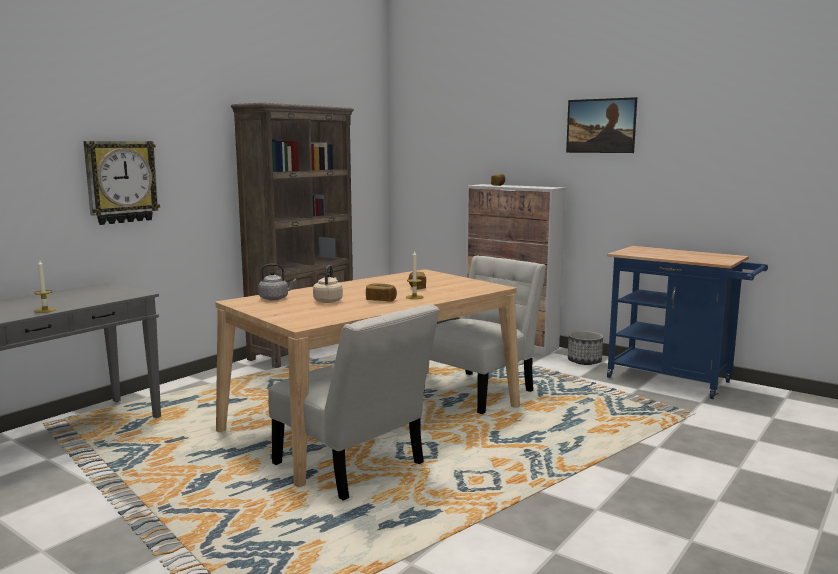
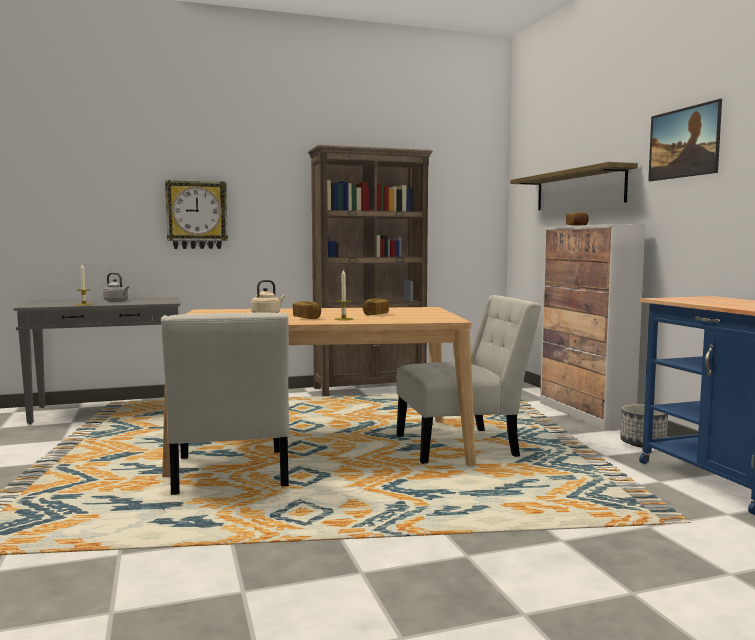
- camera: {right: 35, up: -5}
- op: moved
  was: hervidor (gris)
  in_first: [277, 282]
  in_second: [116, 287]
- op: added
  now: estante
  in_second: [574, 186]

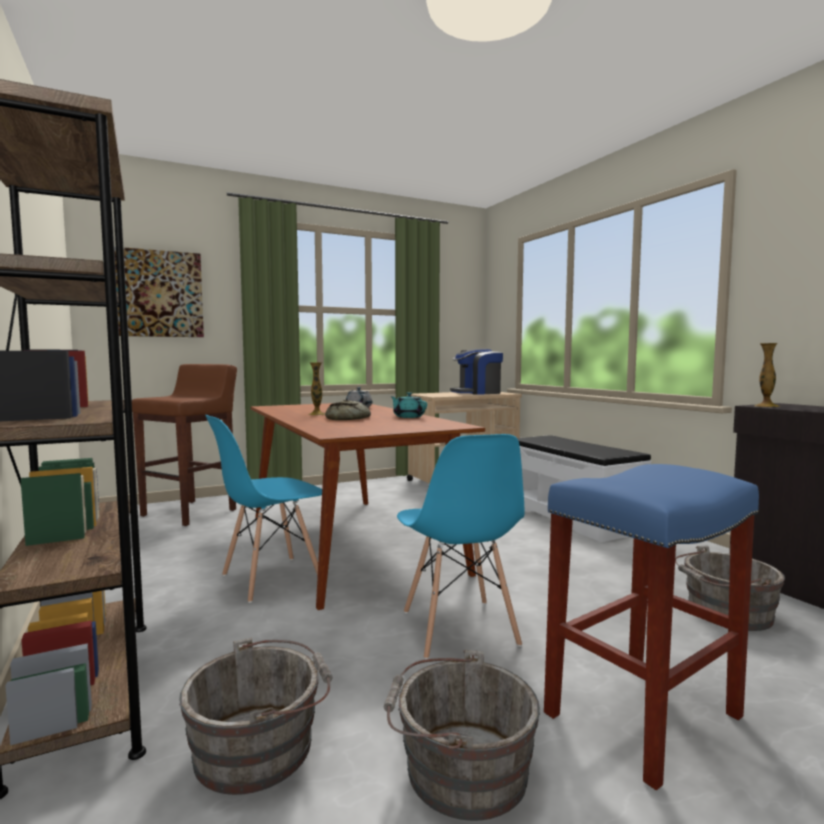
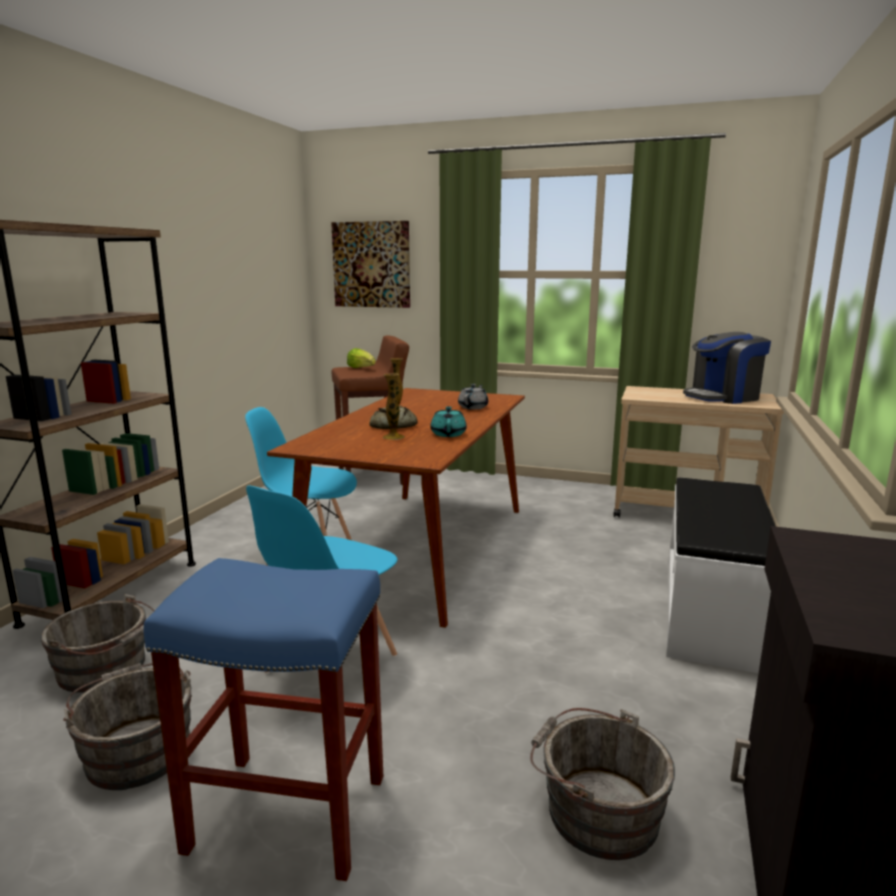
- camera: {right: 45, up: 10}
- op: moved
  was: florero
  in_first: [767, 375]
  in_second: [394, 406]
- op: turned
  was: cafetera
  in_first: [476, 371]
  in_second: [727, 368]
  clockwise: -45
- op: added
  now: lechuga
  in_second: [361, 358]

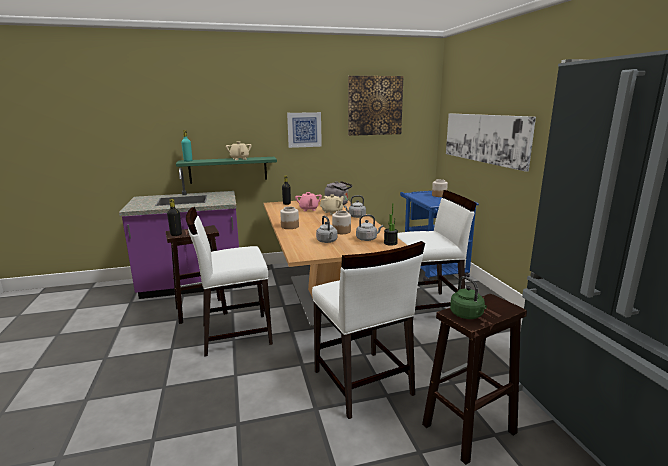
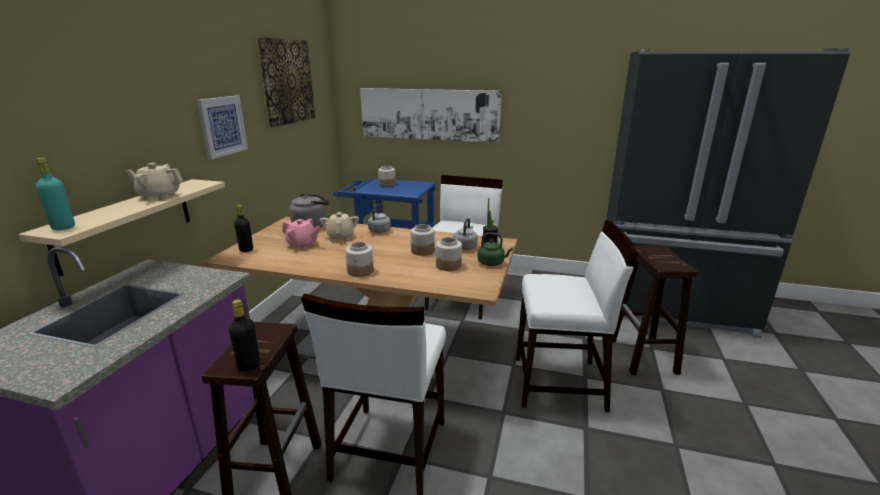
- camera: {right: -60, up: 5}
- op: recoloured
  was: estante (verde)
  now: estante (beis)
  in_first: [226, 170]
  in_second: [121, 228]
- op: replaced
  was: hervidor (gris)
  now: tarro
  in_first: [326, 229]
  in_second: [449, 254]
- op: moved
  was: hervidor (verde)
  in_first: [468, 297]
  in_second: [495, 249]

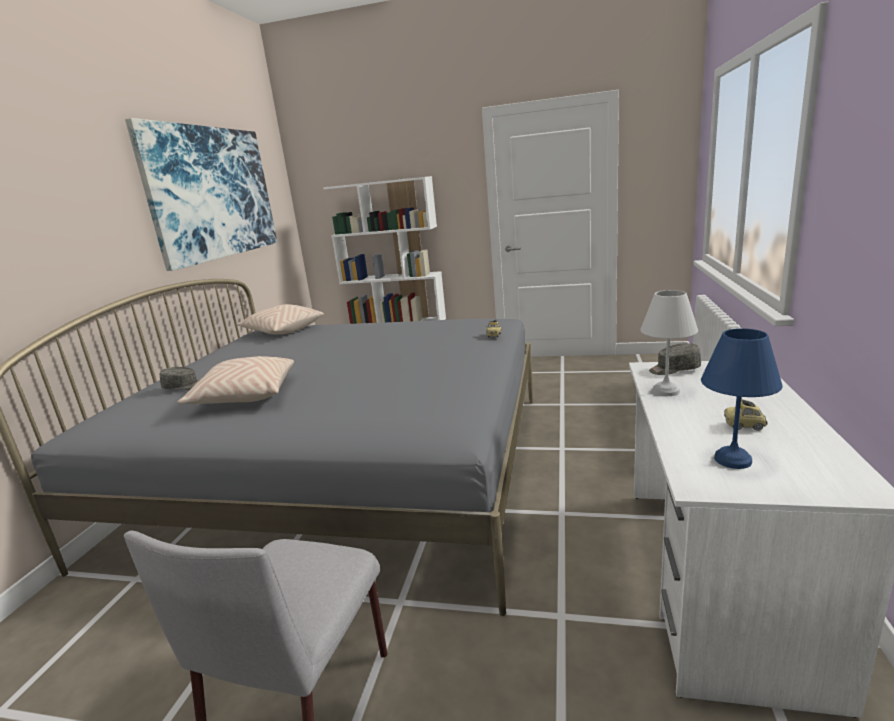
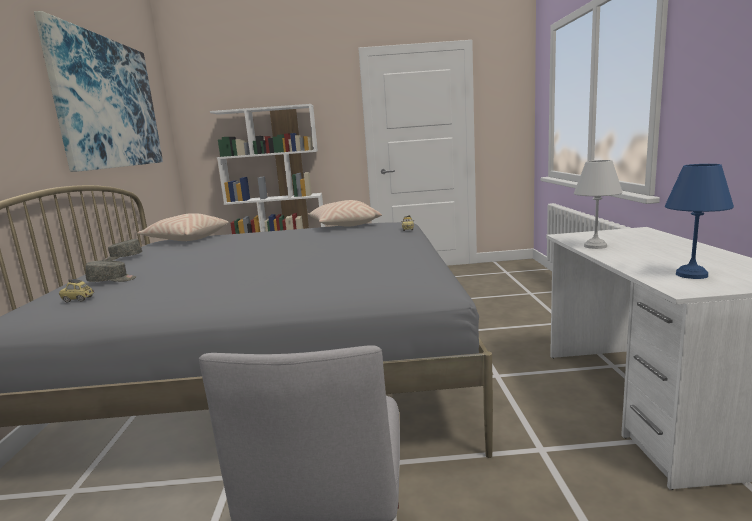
- camera: {right: -15, up: -5}
- op: moved
  was: gorra (gris)
  in_first: [675, 359]
  in_second: [122, 250]
- op: moved
  was: cojín (beis)
  in_first: [236, 380]
  in_second: [345, 213]
- op: moved
  was: coche de juguete
  in_first: [746, 415]
  in_second: [76, 290]

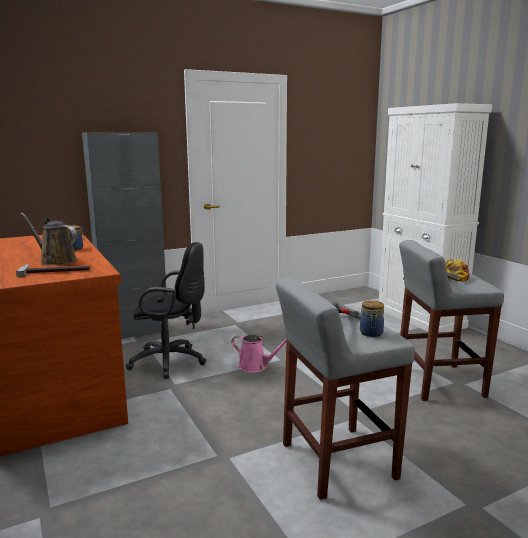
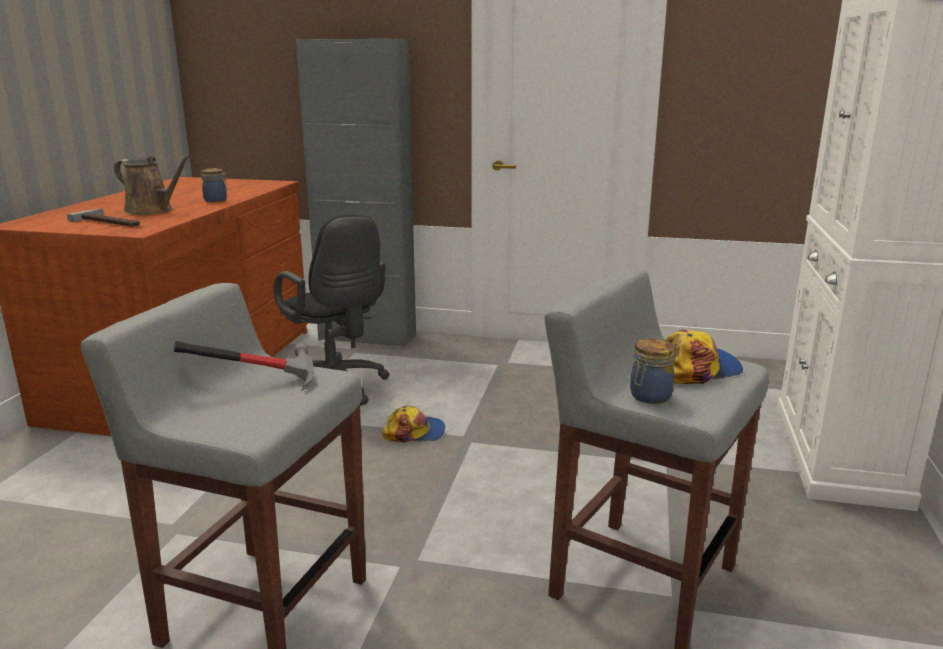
- camera: {right: 40, up: 5}
- op: turned
  was: regadera (marrón)
  in_first: [49, 239]
  in_second: [153, 184]
  clockwise: 135
- op: moved
  was: tarro
  in_first: [372, 319]
  in_second: [652, 371]
- op: replaced
  was: regadera (rosa)
  now: gorra
  in_first: [259, 354]
  in_second: [413, 424]

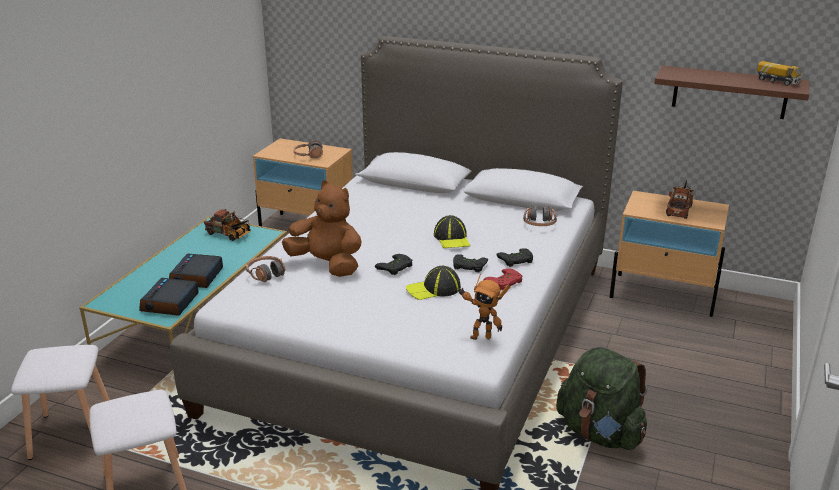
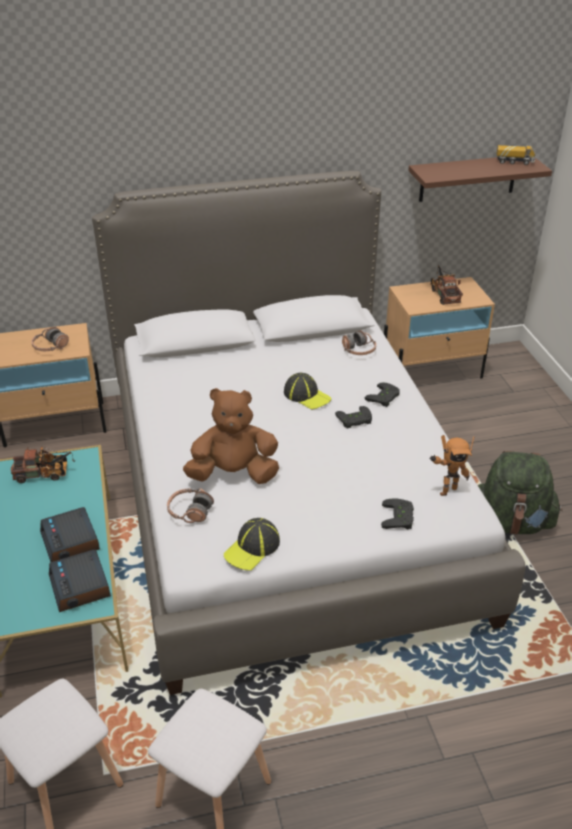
- camera: {right: -35, up: 10}
- op: moved
  was: mando de consola (negro)
  in_first: [393, 264]
  in_second: [397, 513]
- op: moved
  was: gorra
  in_first: [433, 283]
  in_second: [252, 544]
- op: removed
  was: mando de consola (rojo)
  in_first: [502, 279]

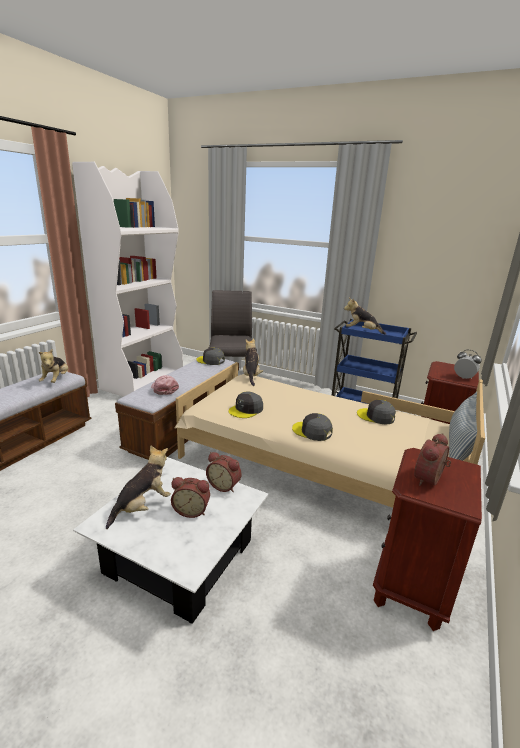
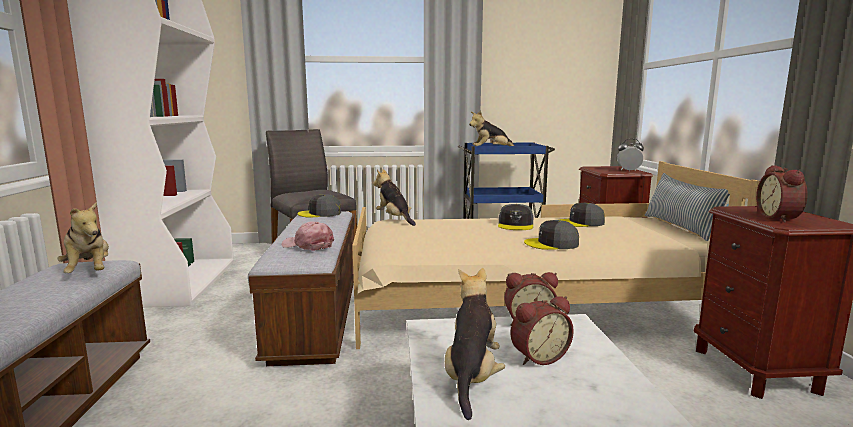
- camera: {right: -30, up: -10}
- op: moved
  was: gorra (gris)
  in_first: [245, 405]
  in_second: [515, 217]

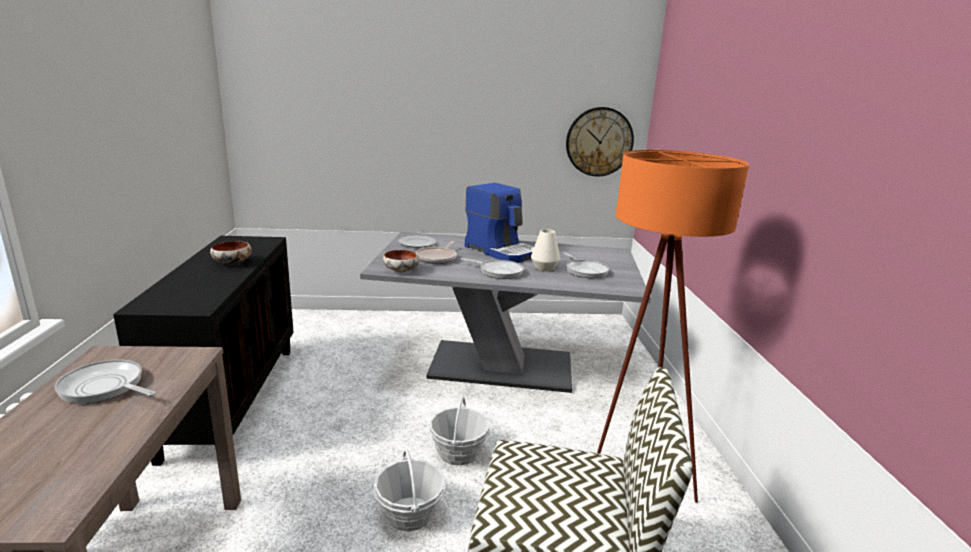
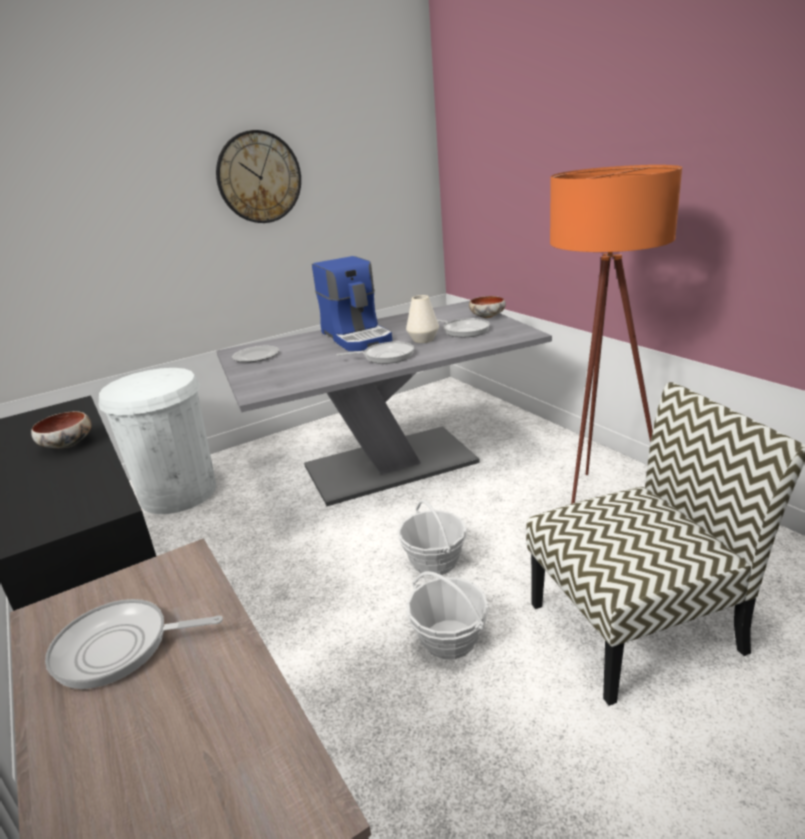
- camera: {right: -25, up: 5}
- op: moved
  was: reloj de pared
  in_first: [600, 142]
  in_second: [258, 176]
- op: turned
  was: cafetera
  in_first: [499, 223]
  in_second: [352, 303]
  clockwise: 45
- op: removed
  was: sartén
  in_first: [436, 252]
- op: moved
  was: cuenco
  in_first: [401, 261]
  in_second: [487, 307]
- op: added
  now: papelera (blanco)
  in_second: [157, 441]

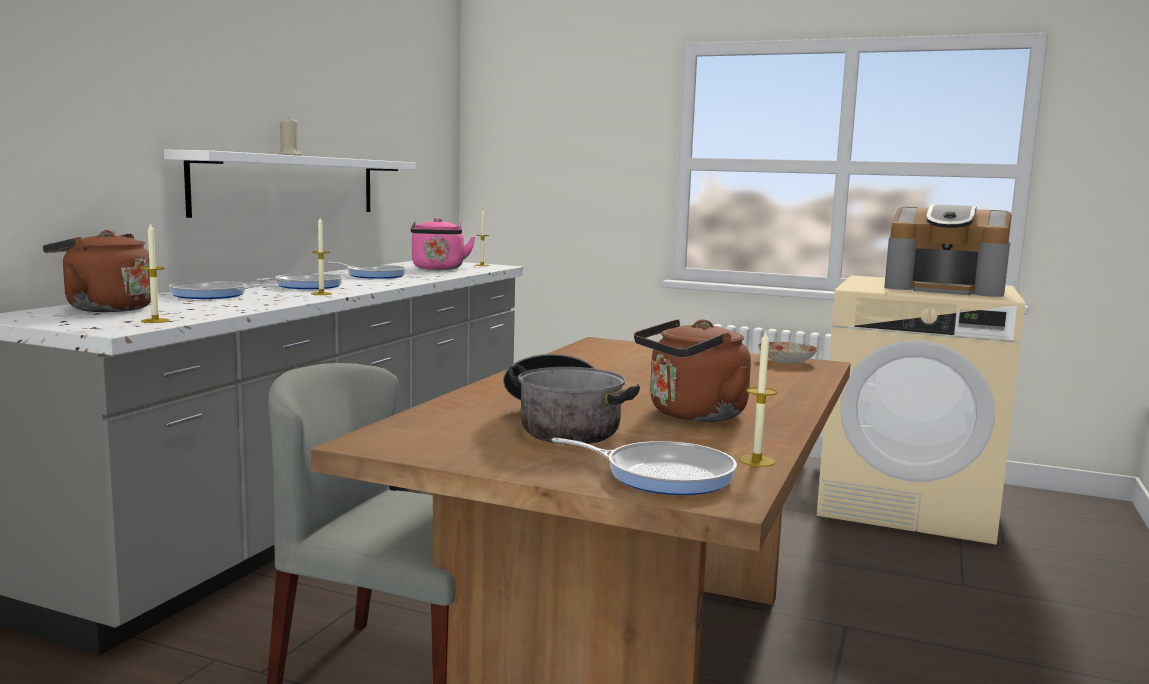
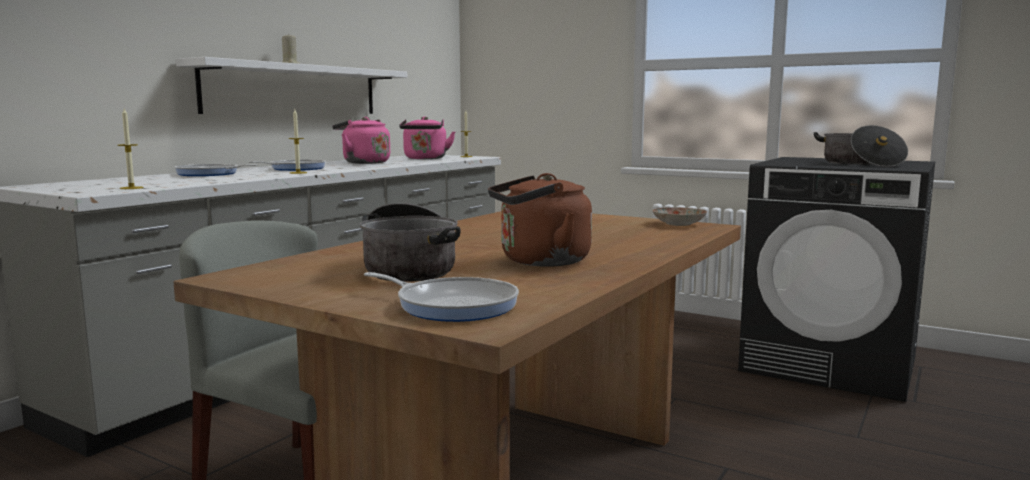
- camera: {right: 10, up: 0}
- op: replaced
  was: cafetera
  now: olla
  in_first: [948, 250]
  in_second: [861, 146]
- op: removed
  was: hervidor (marrón)
  in_first: [97, 271]
- op: replaced
  was: sartén
  now: hervidor (rosa)
  in_first: [367, 270]
  in_second: [361, 140]
- op: recoloured
  was: lavadora (beis)
  now: lavadora (negro)
  in_first: [921, 410]
  in_second: [836, 279]
- op: removed
  was: vela
  in_first: [758, 399]

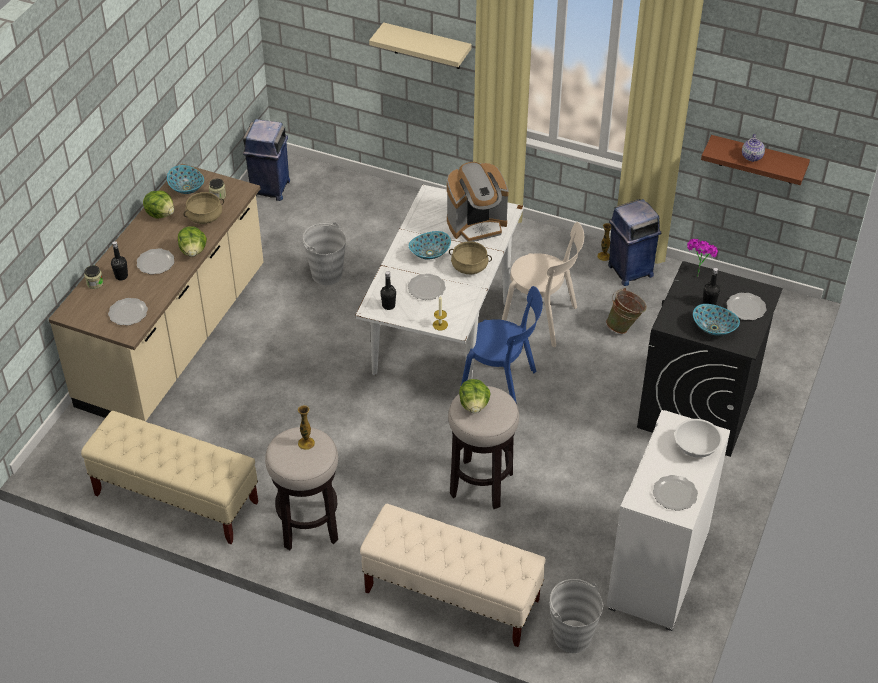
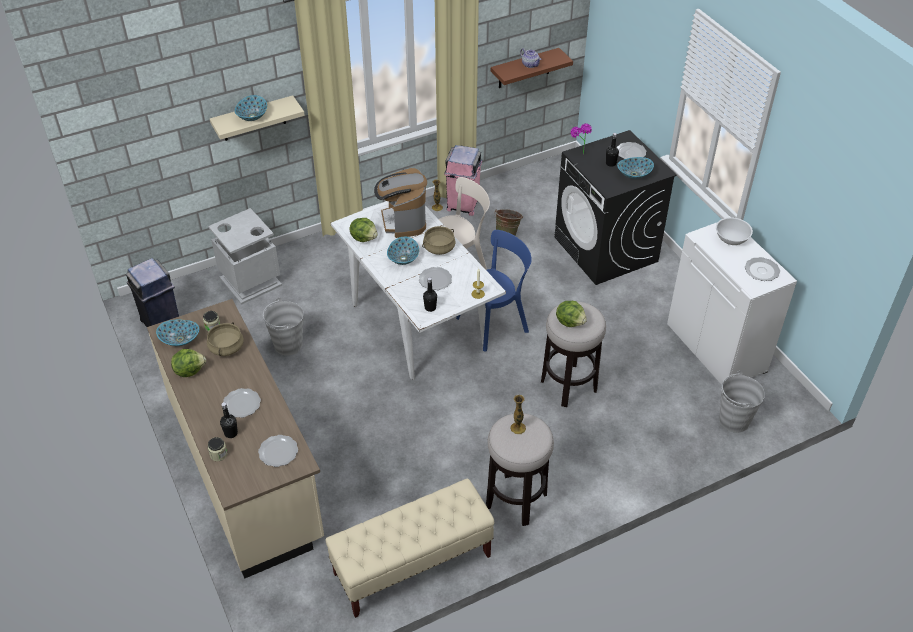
- camera: {right: -50, up: 0}
- op: turned
  was: cafetera
  in_first: [478, 202]
  in_second: [400, 203]
  clockwise: 150
- op: recoloured
  was: papelera (azul)
  now: papelera (rosa)
  in_first: [634, 242]
  in_second: [463, 180]
- op: moved
  was: lechuga
  in_first: [192, 241]
  in_second: [363, 230]
- op: removed
  was: banco (beis)
  in_first: [453, 575]
- op: added
  now: cuenco
  in_second: [251, 108]
- op: added
  now: papelera (gris)
  in_second: [245, 256]

